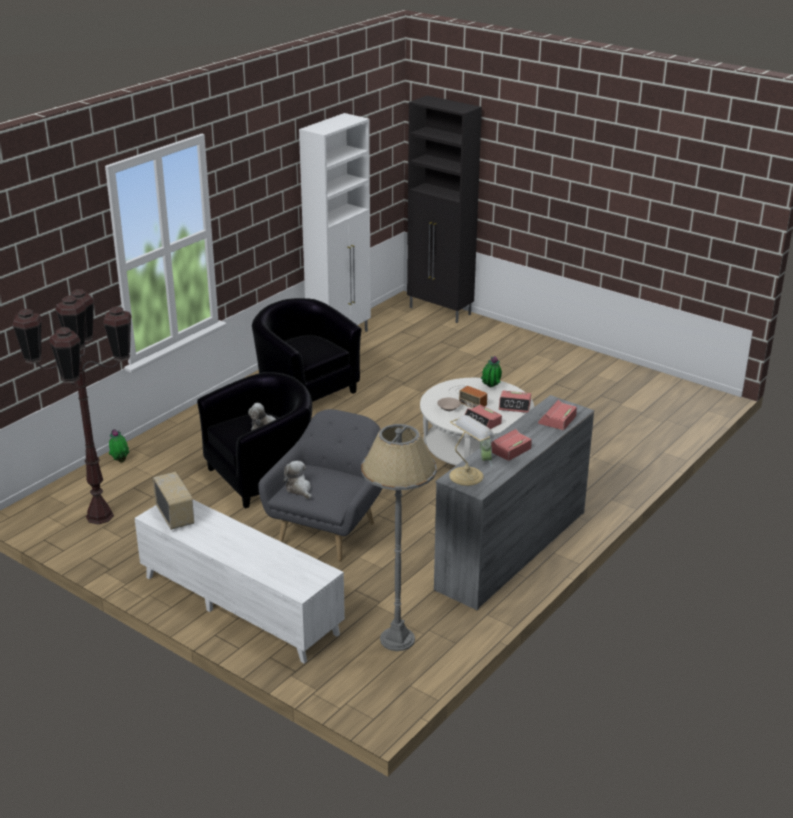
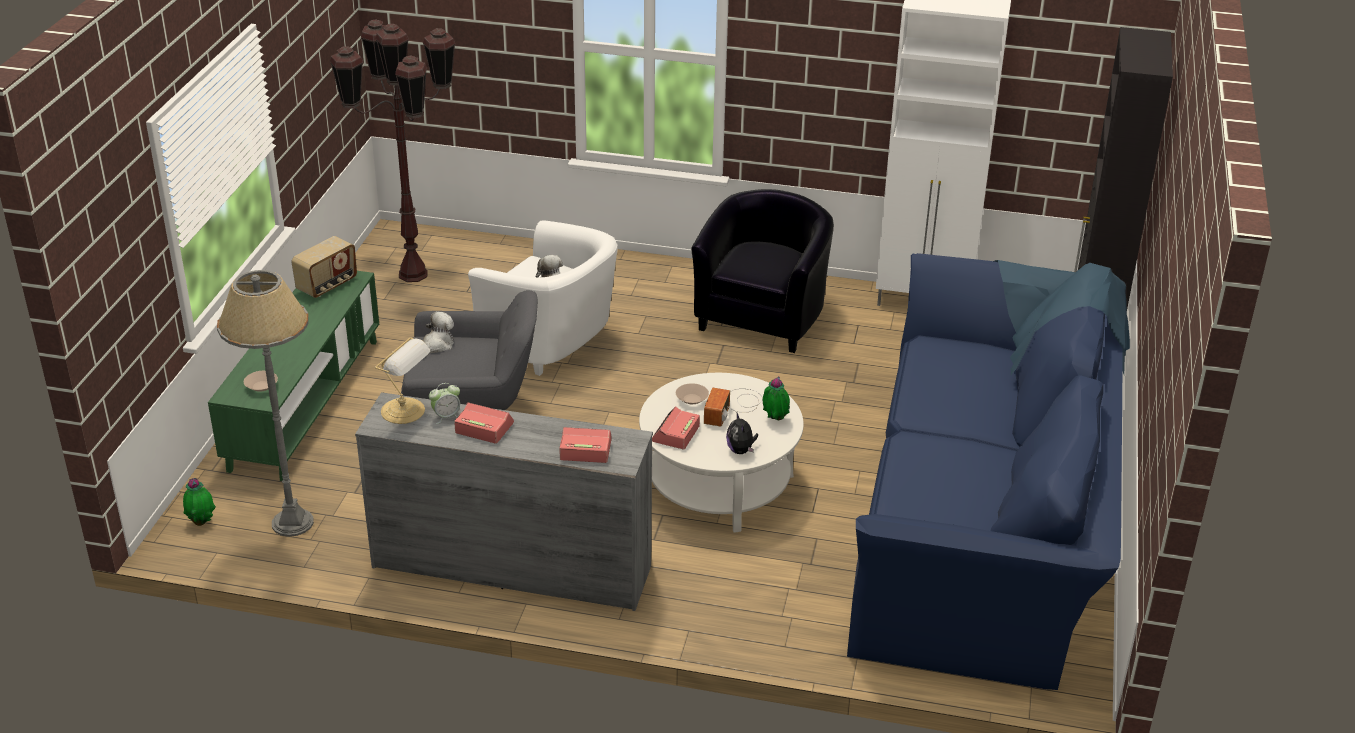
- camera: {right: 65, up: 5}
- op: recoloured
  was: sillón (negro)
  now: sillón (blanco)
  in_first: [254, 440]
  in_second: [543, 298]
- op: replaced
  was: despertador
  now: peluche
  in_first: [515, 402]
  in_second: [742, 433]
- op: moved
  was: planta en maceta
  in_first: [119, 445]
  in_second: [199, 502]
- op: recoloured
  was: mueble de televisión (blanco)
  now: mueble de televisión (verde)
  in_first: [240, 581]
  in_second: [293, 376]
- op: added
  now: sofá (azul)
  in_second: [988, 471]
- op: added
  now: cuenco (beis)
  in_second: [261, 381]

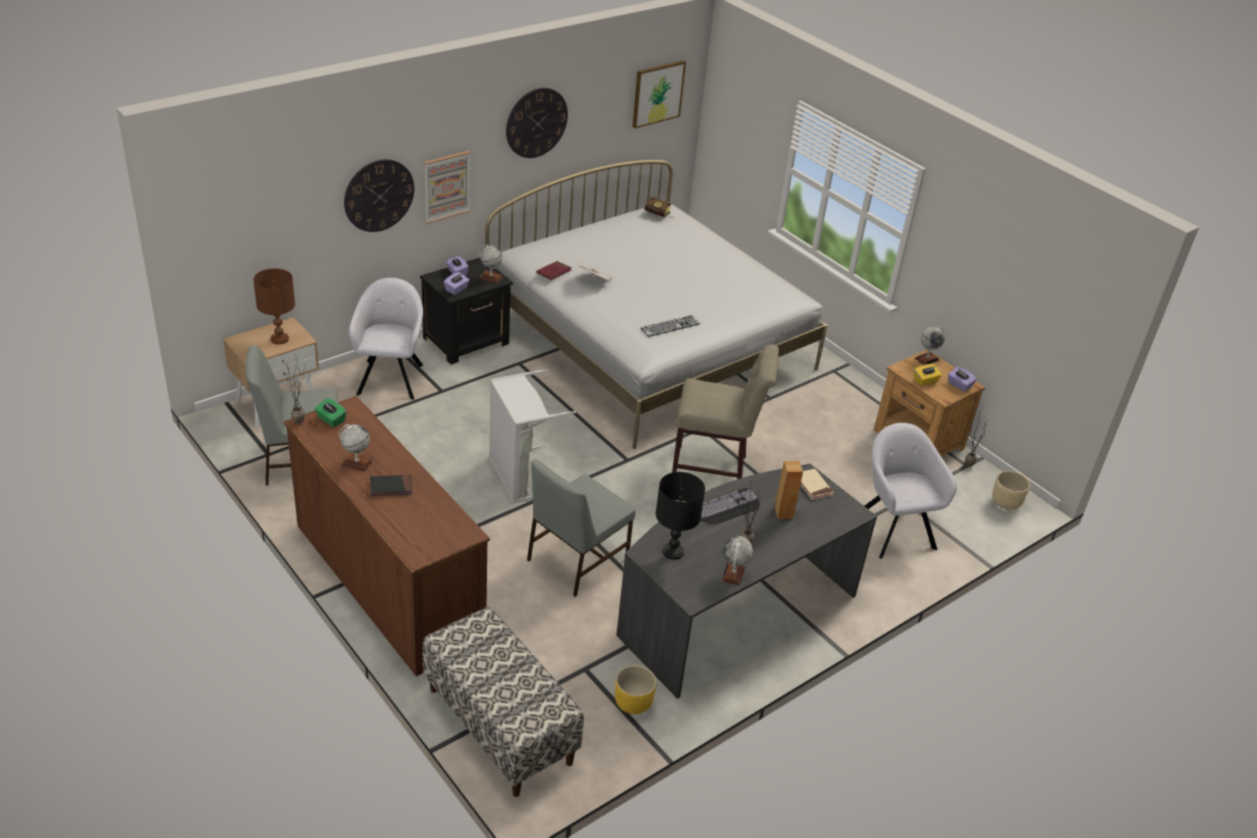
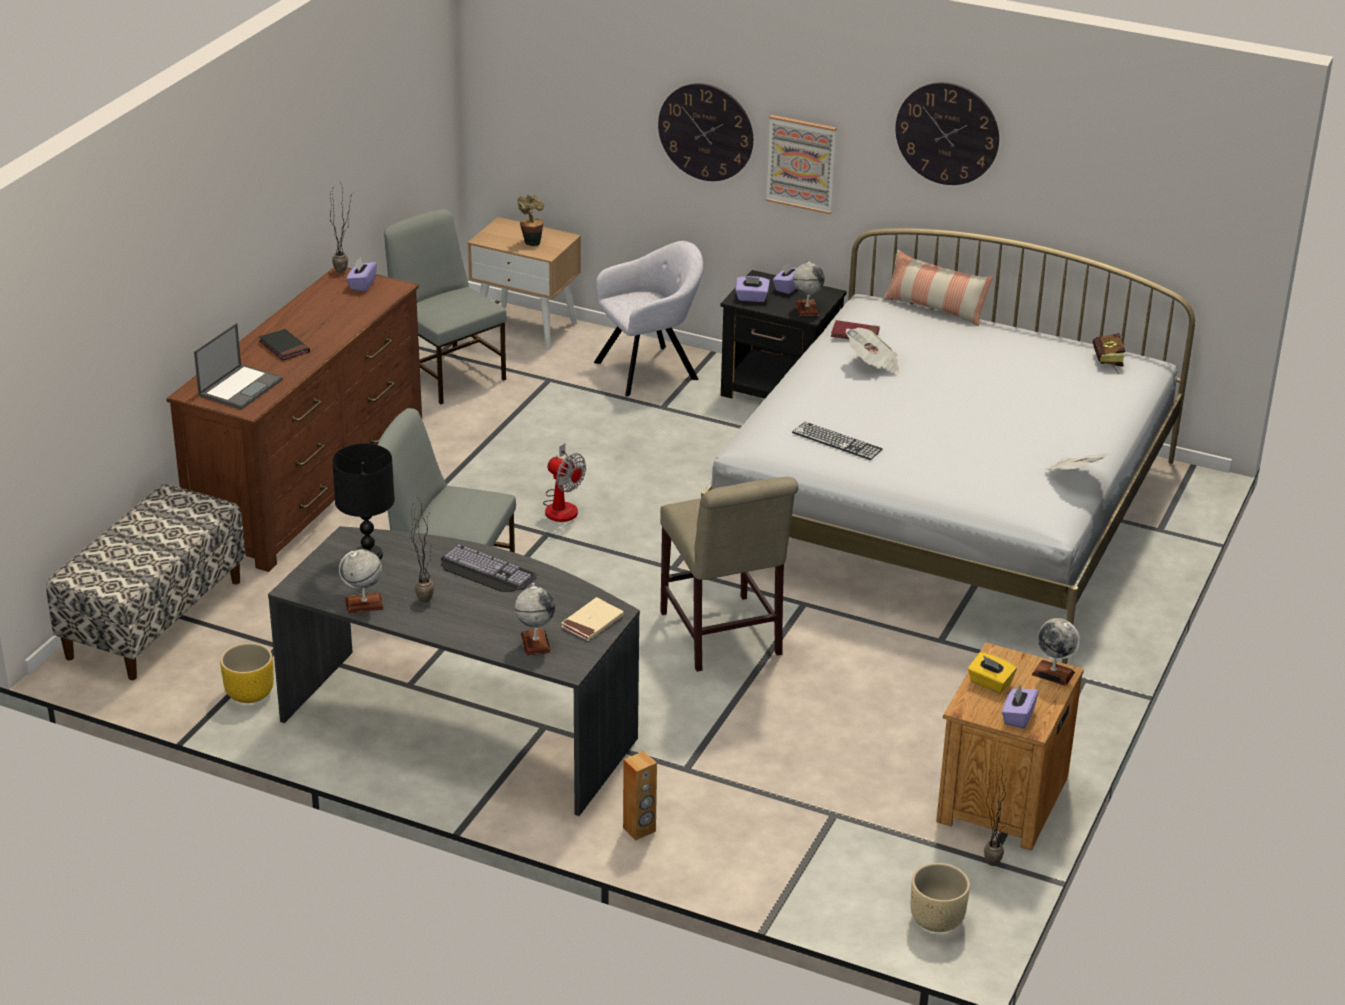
- camera: {right: 65, up: -5}
- op: removed
  was: cuadro
  in_first: [659, 94]
- op: replaced
  was: lámpara de mesa (marrón)
  now: planta en maceta
  in_first: [274, 306]
  in_second: [531, 220]
- op: replaced
  was: cesto de la ropa (gris)
  now: ventilador
  in_first: [532, 436]
  in_second: [564, 483]
- op: recoloured
  was: caja de pañuelos (verde)
  now: caja de pañuelos (morado)
  in_first: [331, 412]
  in_second: [361, 274]
- op: removed
  was: sillón (gris)
  in_first: [911, 491]
- op: moved
  was: globo terráqueo
  in_first: [356, 448]
  in_second: [535, 619]
- op: moved
  was: altavoz (marrón)
  in_first: [788, 489]
  in_second: [640, 796]
- op: added
  now: cojín
  in_second: [938, 287]
- op: added
  now: portátil
  in_second: [238, 366]
- op: added
  now: periódico
  in_second: [1077, 462]

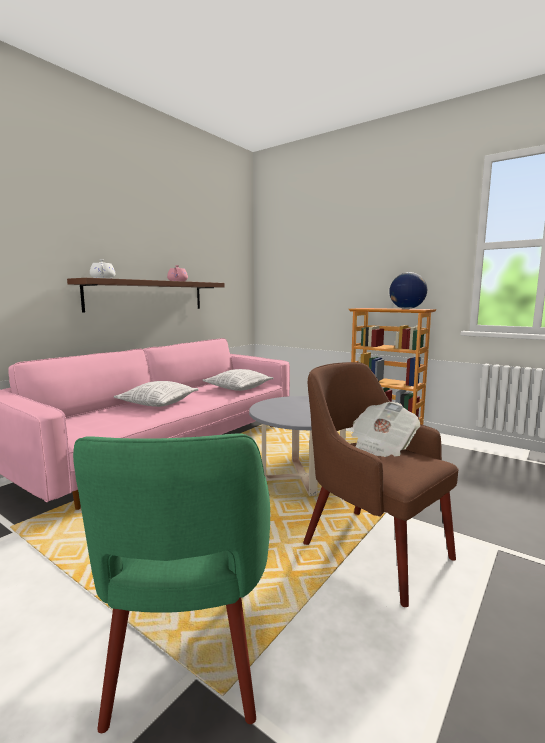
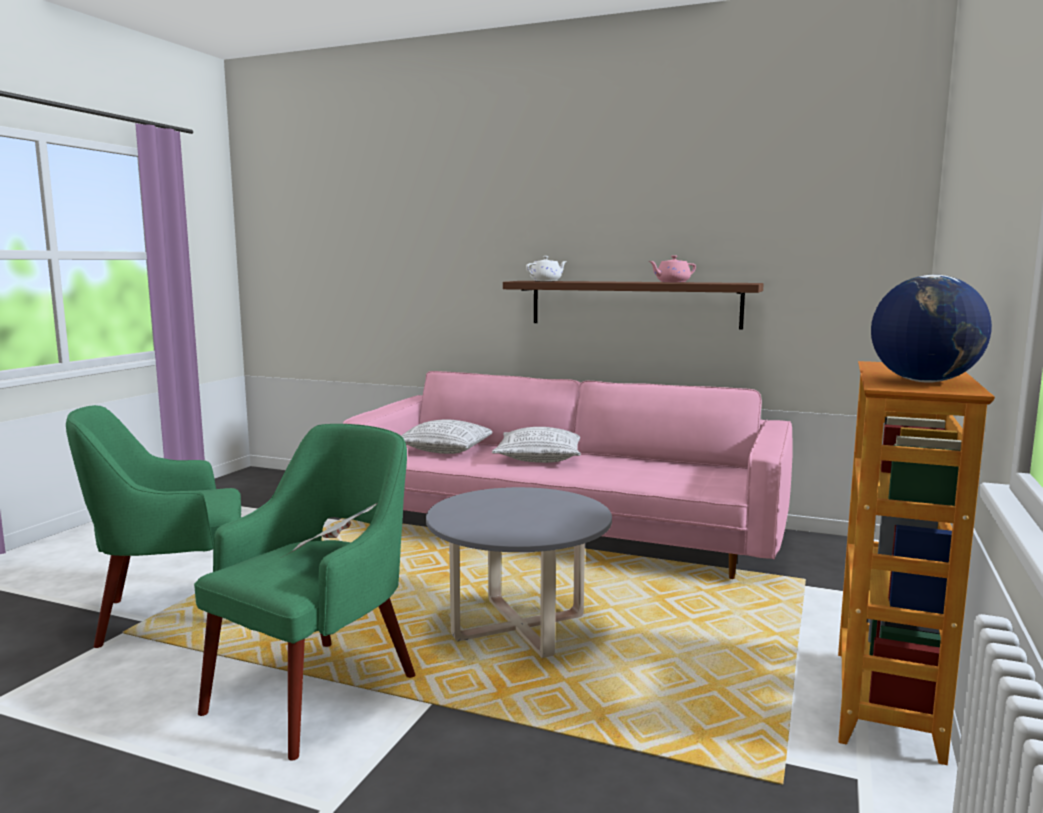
- camera: {right: 75, up: 0}
- op: recoloured
  was: sillón (marrón)
  now: sillón (verde)
  in_first: [380, 484]
  in_second: [304, 592]
- op: moved
  was: cojín
  in_first: [238, 380]
  in_second: [446, 437]

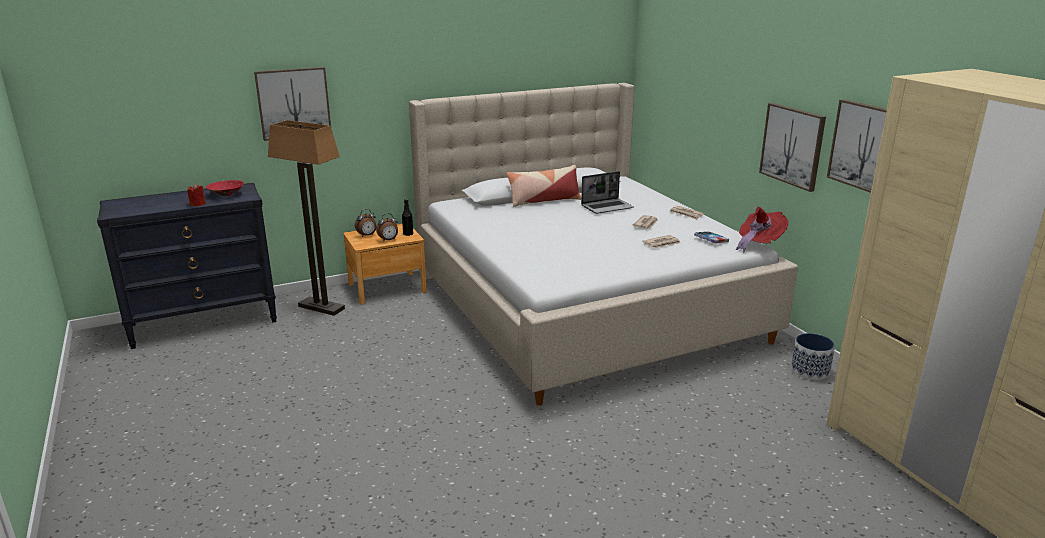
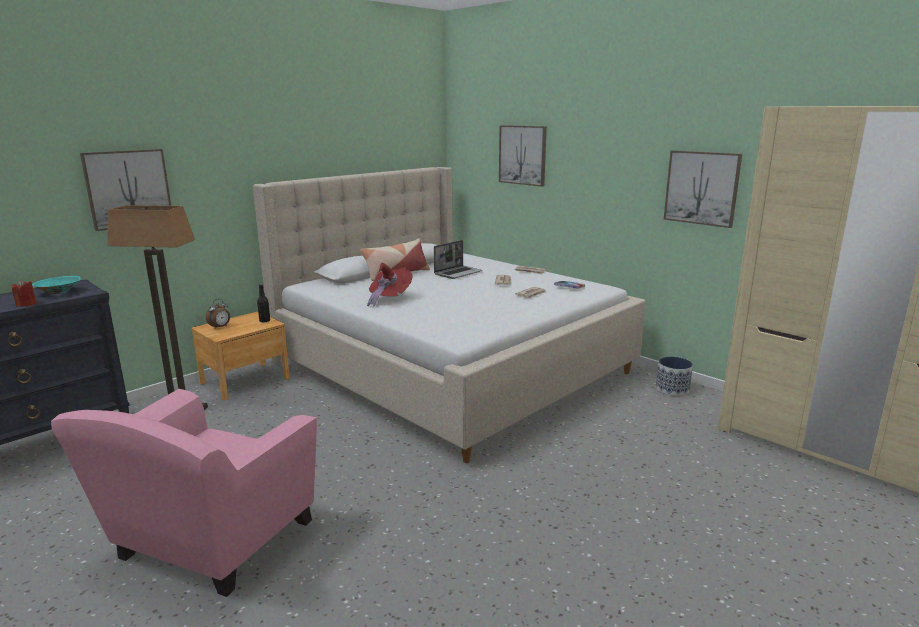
- camera: {right: -20, up: -5}
- op: moved
  was: cuadro
  in_first: [792, 147]
  in_second: [523, 156]
- op: recoloured
  was: cuenco (rojo)
  now: cuenco (turquesa)
  in_first: [225, 188]
  in_second: [56, 285]
- op: moved
  was: sombrero (rojo)
  in_first: [762, 230]
  in_second: [389, 285]
- op: removed
  was: despertador
  in_first: [387, 227]
- op: added
  now: sillón (rosa)
  in_second: [184, 493]

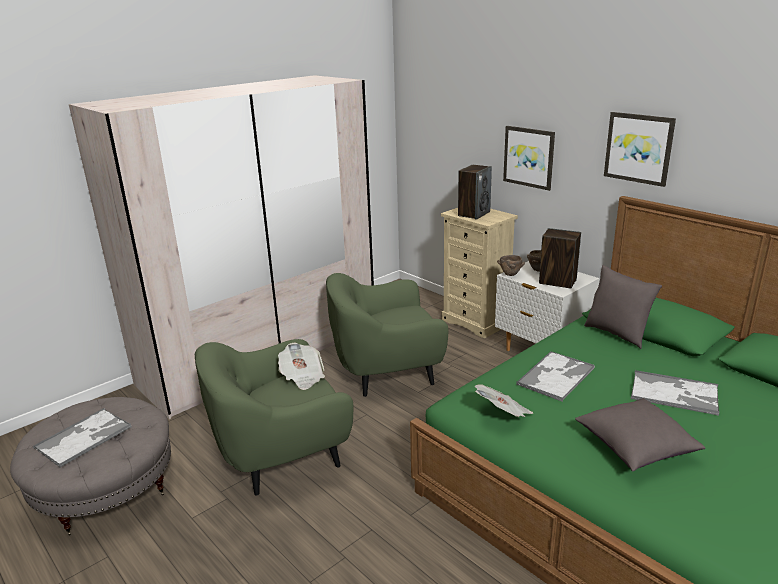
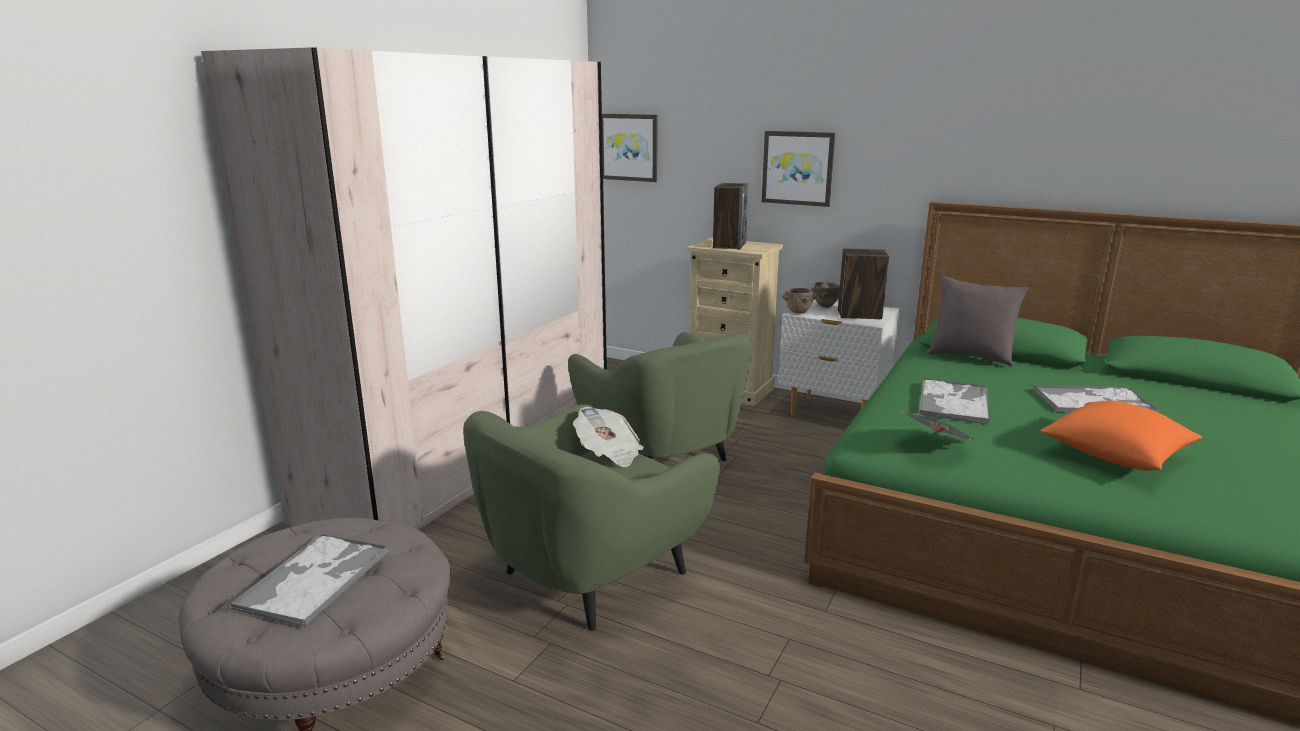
- camera: {right: -20, up: -5}
- op: moved
  was: cuadro
  in_first: [640, 149]
  in_second: [630, 148]
- op: turned
  was: sillón (verde)
  in_first: [387, 335]
  in_second: [660, 396]
  clockwise: -90
- op: recoloured
  was: cojín (gris)
  now: cojín (naranja)
  in_first: [640, 435]
  in_second: [1121, 436]

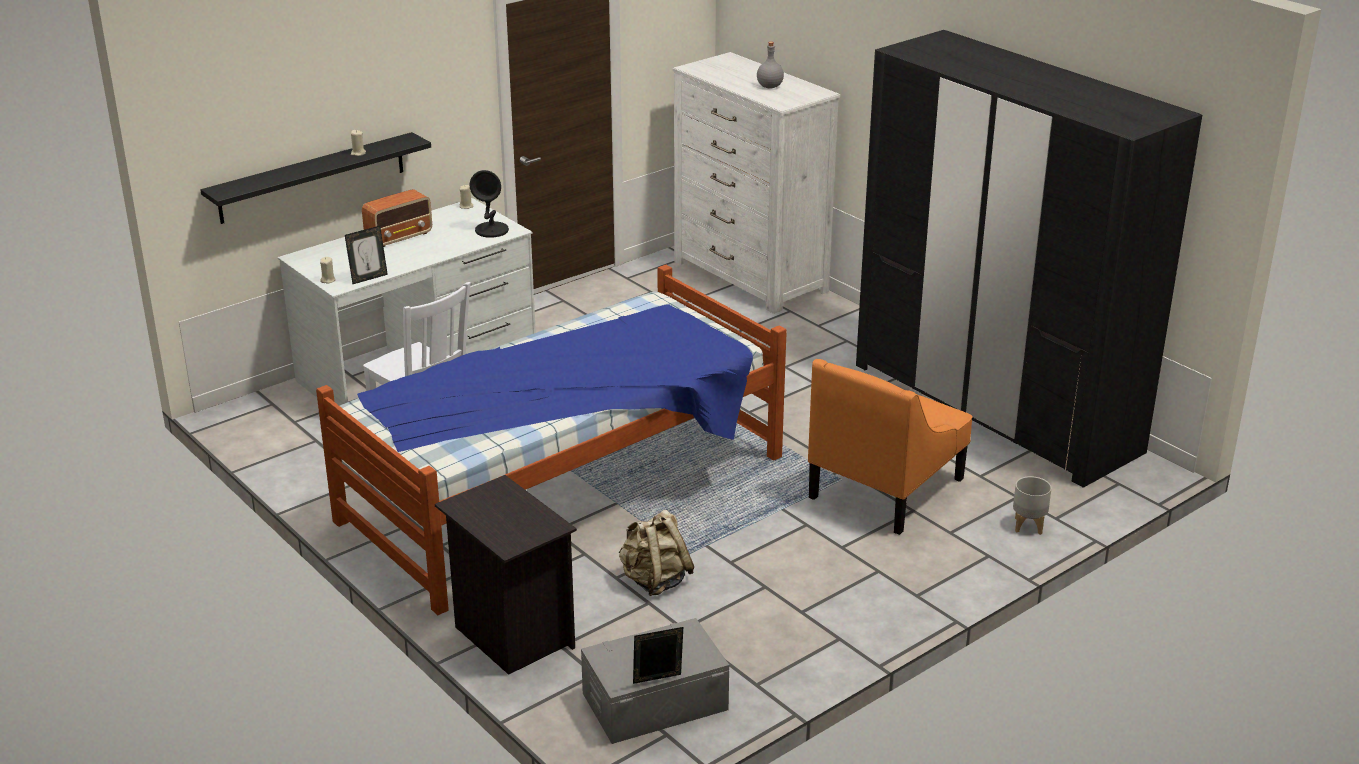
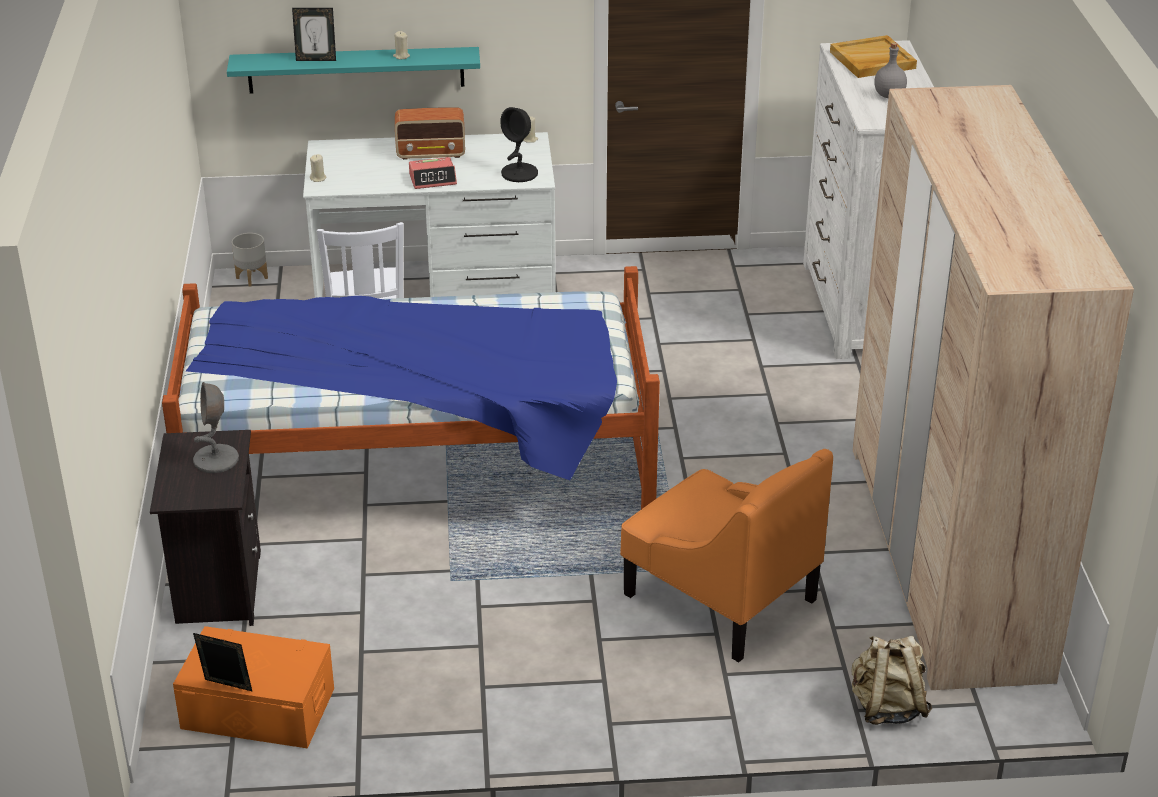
- camera: {right: 35, up: 5}
- op: recoloured
  was: armario ropero (negro)
  now: armario ropero (beis)
  in_first: [1029, 258]
  in_second: [993, 387]
- op: recoloured
  was: estante (negro)
  now: estante (turquesa)
  in_first: [315, 178]
  in_second: [353, 70]
- op: moved
  was: portarretratos
  in_first: [366, 255]
  in_second: [314, 34]
- op: turned
  was: sillón (naranja)
  in_first: [890, 447]
  in_second: [726, 555]
  clockwise: -120
- op: moved
  was: maceta (gris)
  in_first: [1032, 505]
  in_second: [250, 260]
- op: moved
  was: mochila (beis)
  in_first: [656, 553]
  in_second: [891, 680]
- op: recoloured
  was: caja de almacenaje (gris)
  now: caja de almacenaje (naranja)
  in_first: [655, 681]
  in_second: [253, 687]
- op: added
  now: bandeja (beis)
  in_second: [873, 56]
- op: added
  now: despertador
  in_second: [433, 173]
- op: added
  now: lámpara de mesa (gris)
  in_second: [216, 427]

